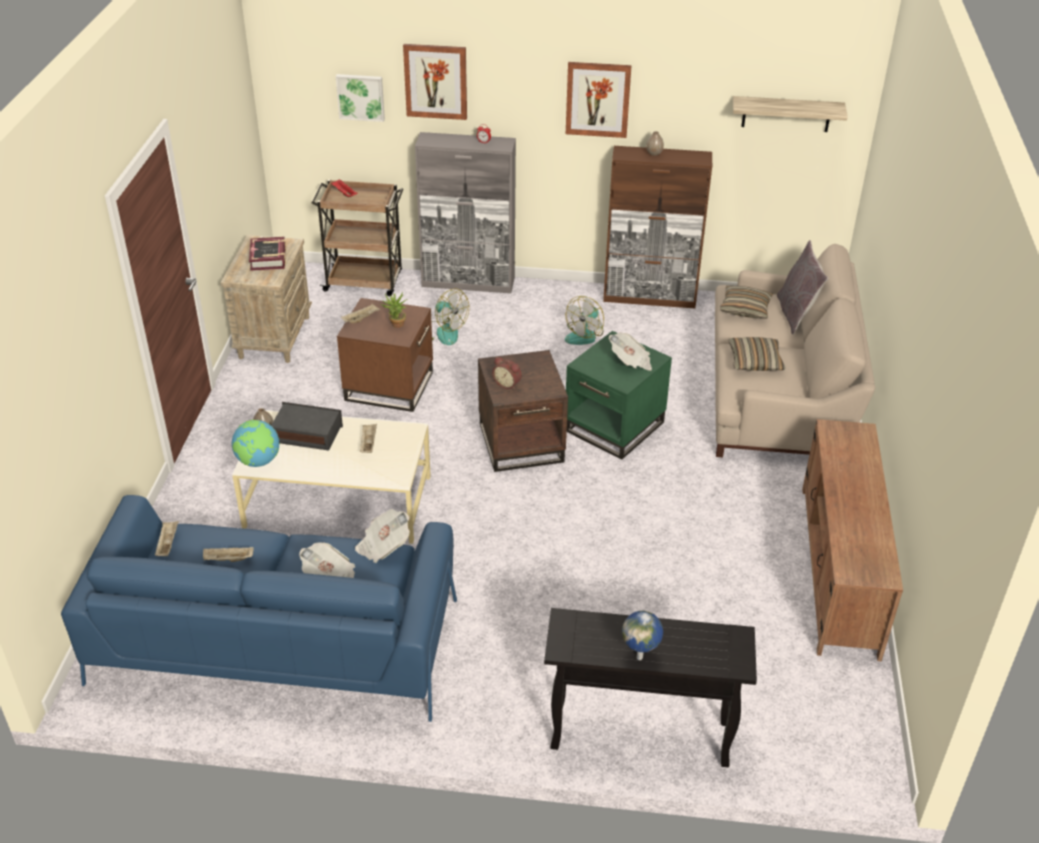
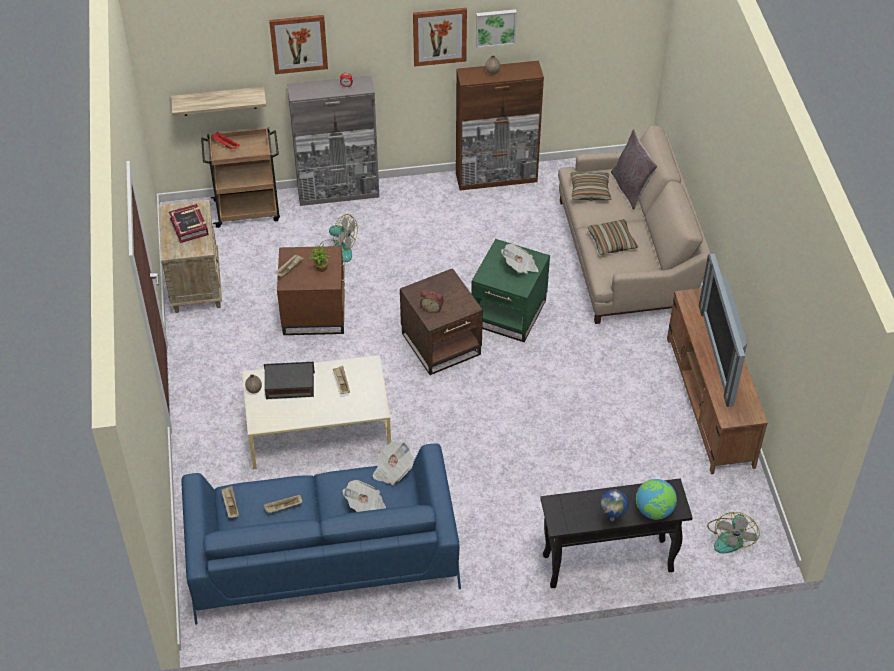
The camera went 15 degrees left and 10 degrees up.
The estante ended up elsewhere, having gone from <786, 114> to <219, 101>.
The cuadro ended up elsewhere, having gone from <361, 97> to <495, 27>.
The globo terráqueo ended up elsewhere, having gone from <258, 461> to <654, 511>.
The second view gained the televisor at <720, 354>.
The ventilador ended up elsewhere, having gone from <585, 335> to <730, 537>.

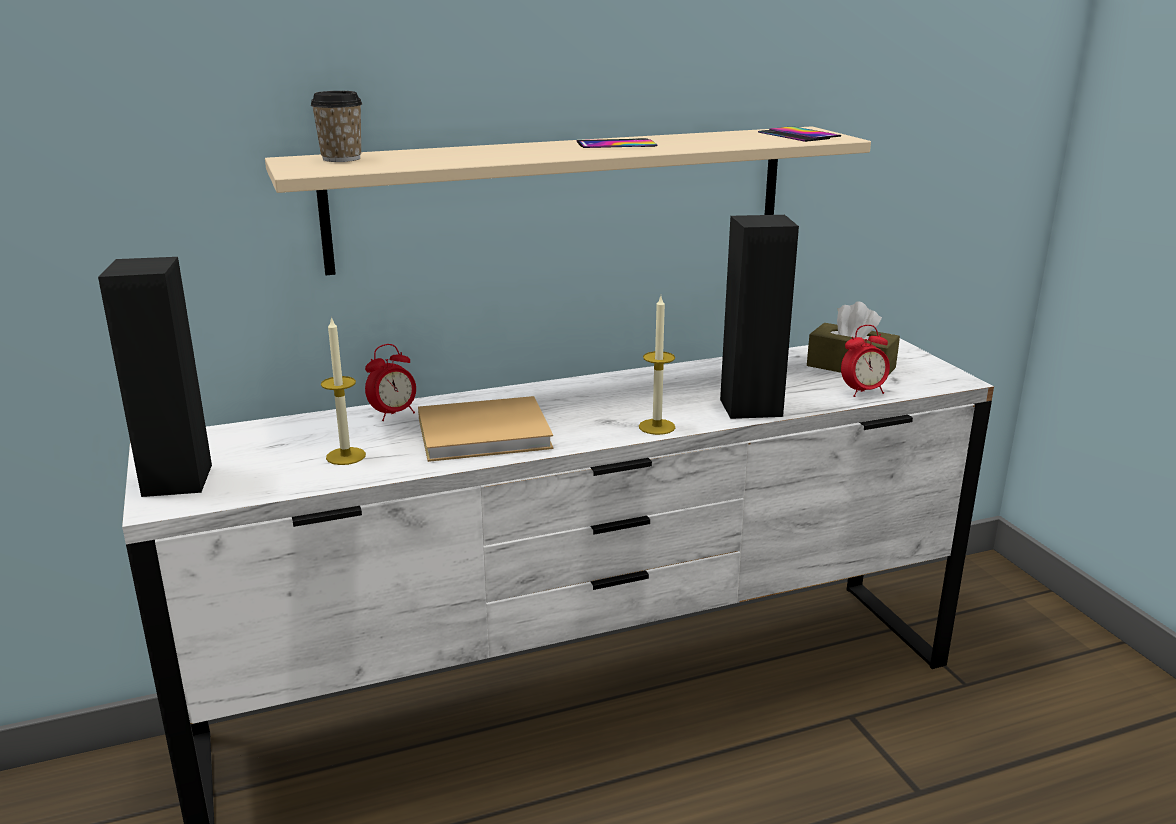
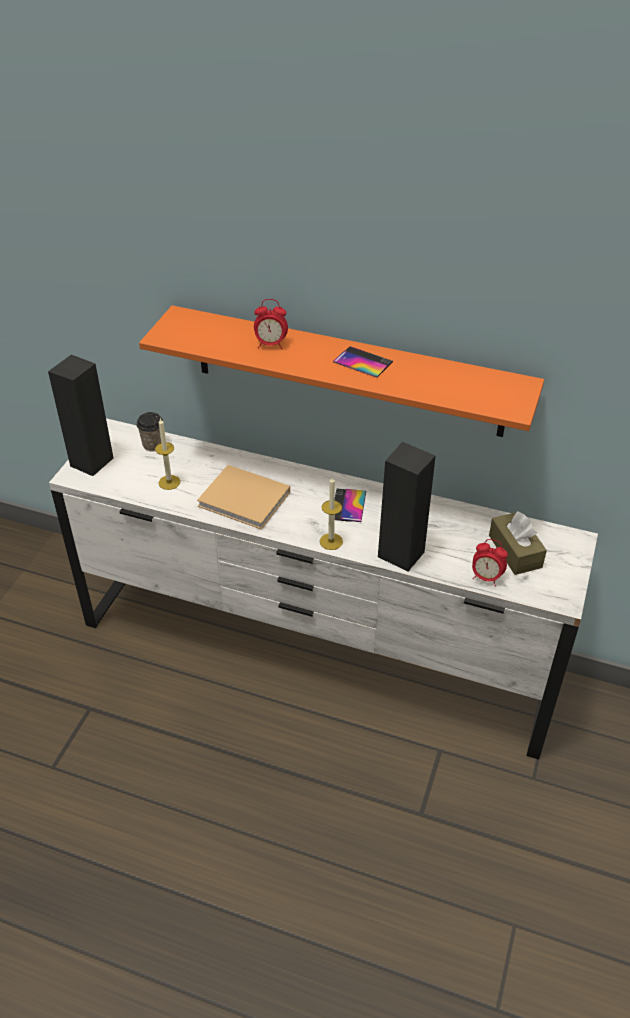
The camera went 40 degrees right and 20 degrees up.
The taza ended up elsewhere, having gone from <341, 158> to <153, 445>.
What was the estante/beis at <563, 197> turned into the estante/naranja at <347, 371>.
The despertador ended up elsewhere, having gone from <394, 414> to <271, 345>.
The móvil ended up elsewhere, having gone from <798, 135> to <348, 505>.

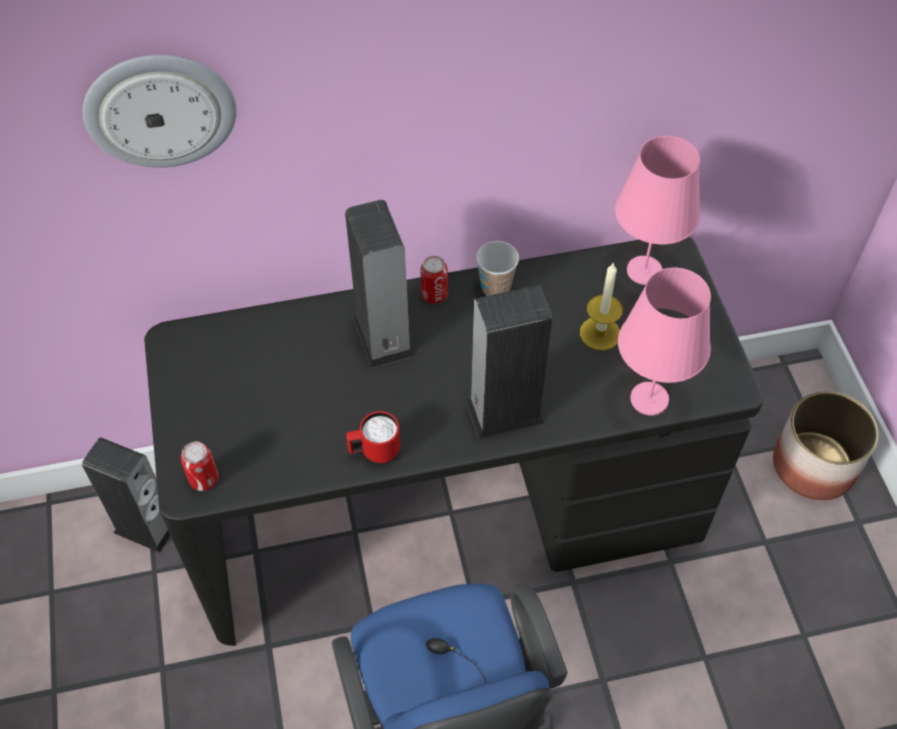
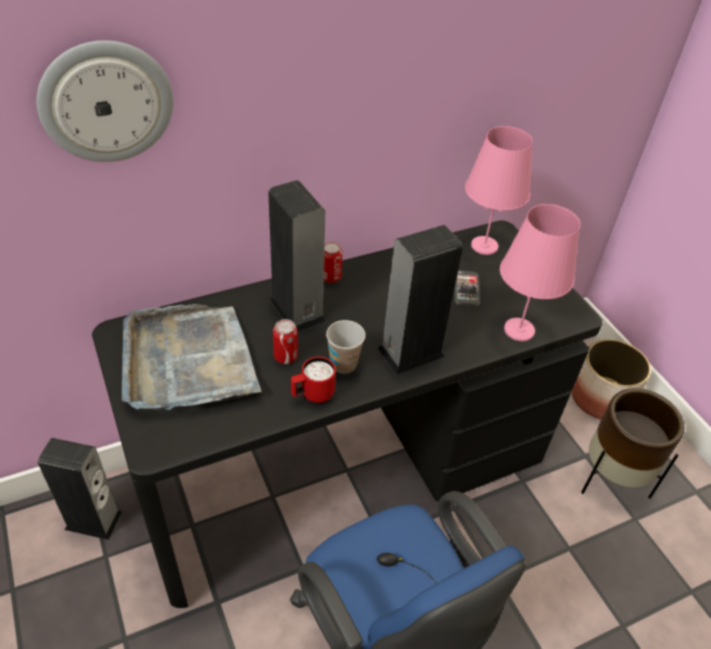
The camera went 15 degrees left and 10 degrees down.
The second view gained the bandeja/gris at <188, 361>.
The lata ended up elsewhere, having gone from <204, 479> to <285, 356>.
The taza ended up elsewhere, having gone from <495, 288> to <344, 364>.
Where the vela stood at <600, 333>, the móvil came to stand at <466, 290>.
The second view gained the maceta/marrón at <611, 478>.

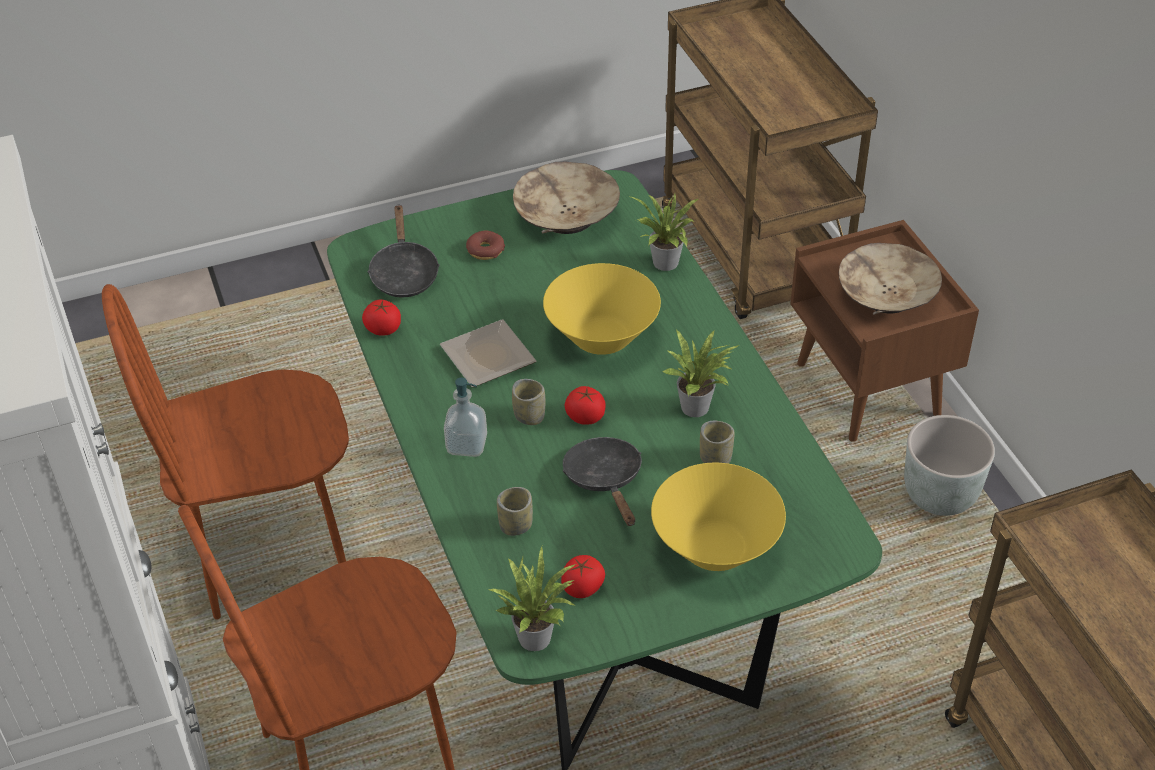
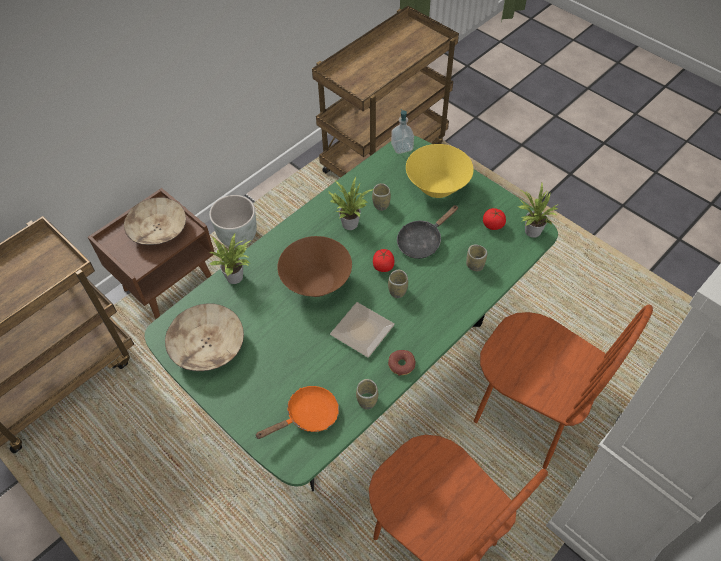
The camera went 115 degrees left and 10 degrees up.
What was the sartén/negro at <404, 273> turned into the sartén/naranja at <308, 416>.
What was the cuenco/amarillo at <602, 337> turned into the cuenco/marrón at <316, 283>.
Where the tomate stood at <383, 329>, the taza came to stand at <367, 400>.
The rosquilla ended up elsewhere, having gone from <485, 250> to <401, 365>.
The dispensador de jabón ended up elsewhere, having gone from <467, 445> to <402, 147>.

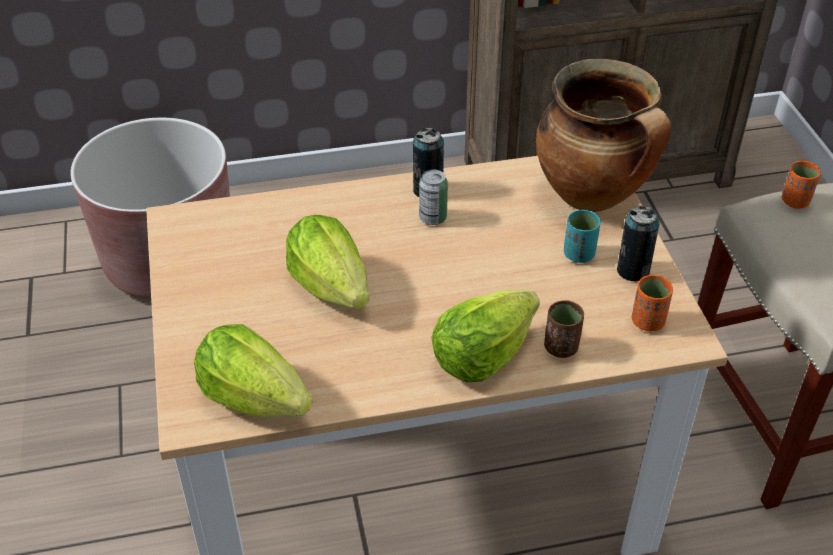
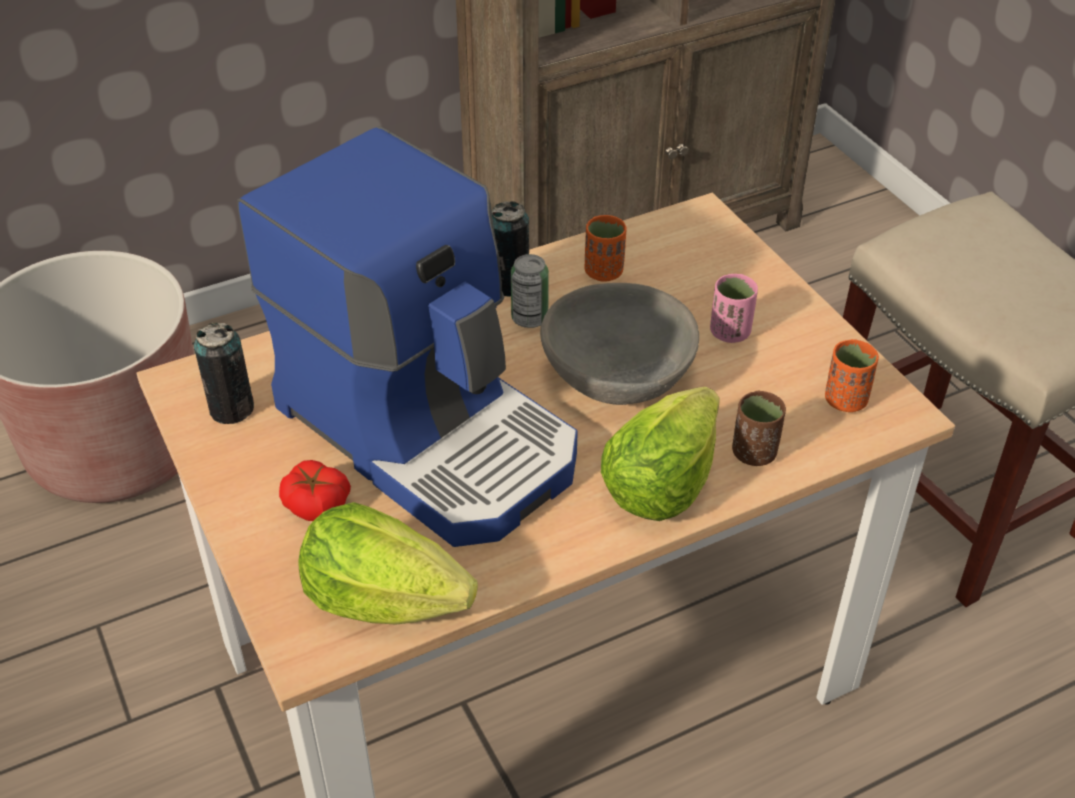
The camera went 15 degrees left and 0 degrees up.
The lata ended up elsewhere, having gone from <633, 270> to <232, 409>.
Where the lechuga stood at <331, 286>, the cafetera came to stand at <431, 431>.
The second view gained the tomate at <316, 505>.
The second view gained the cuenco/gris at <618, 378>.
The taza/naranja ended up elsewhere, having gone from <795, 201> to <604, 272>.
What was the taza/turquesa at <579, 254> turned into the taza/rosa at <730, 333>.
The second view lost the olla at <594, 196>.

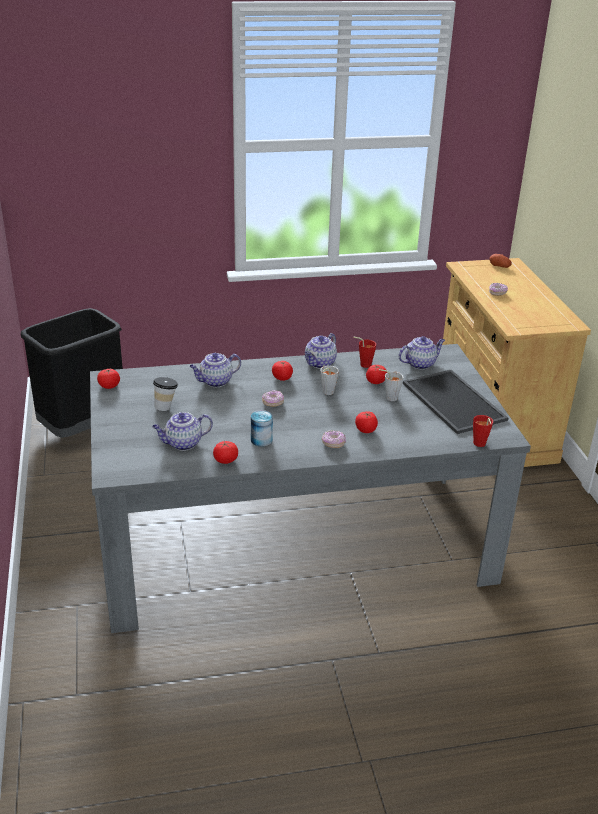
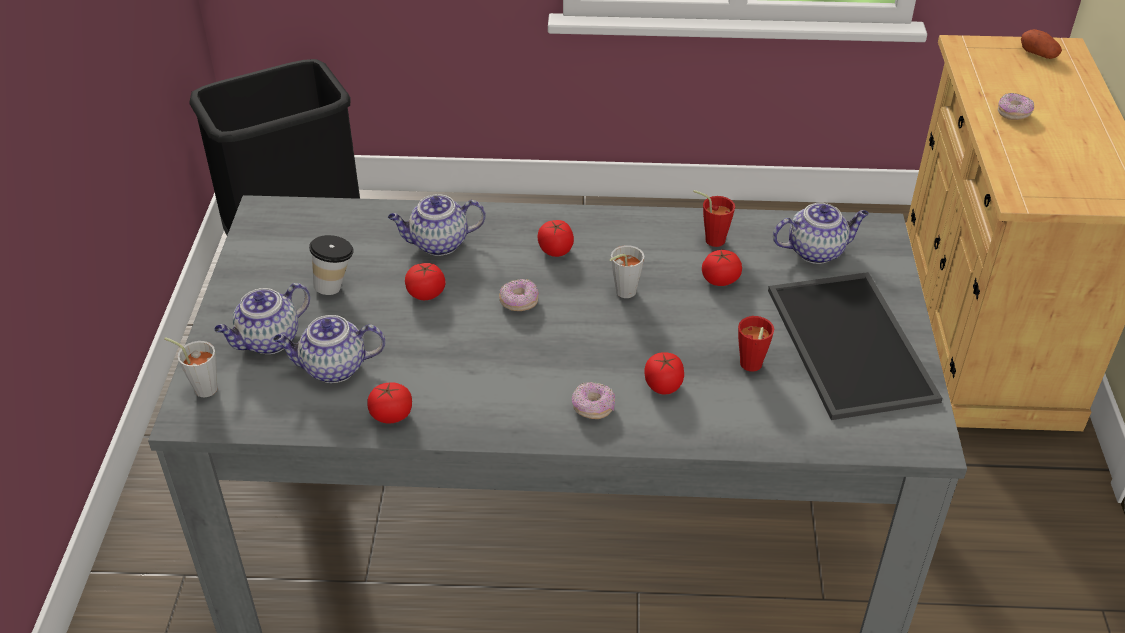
The camera went 15 degrees right and 10 degrees up.
The taza/gris ended up elsewhere, having gone from <389, 397> to <201, 387>.
The tetera ended up elsewhere, having gone from <320, 364> to <268, 341>.
The tomate ended up elsewhere, having gone from <109, 386> to <426, 293>.
The taza/rojo ended up elsewhere, having gone from <480, 445> to <750, 367>.
The second view lost the lata at <261, 440>.

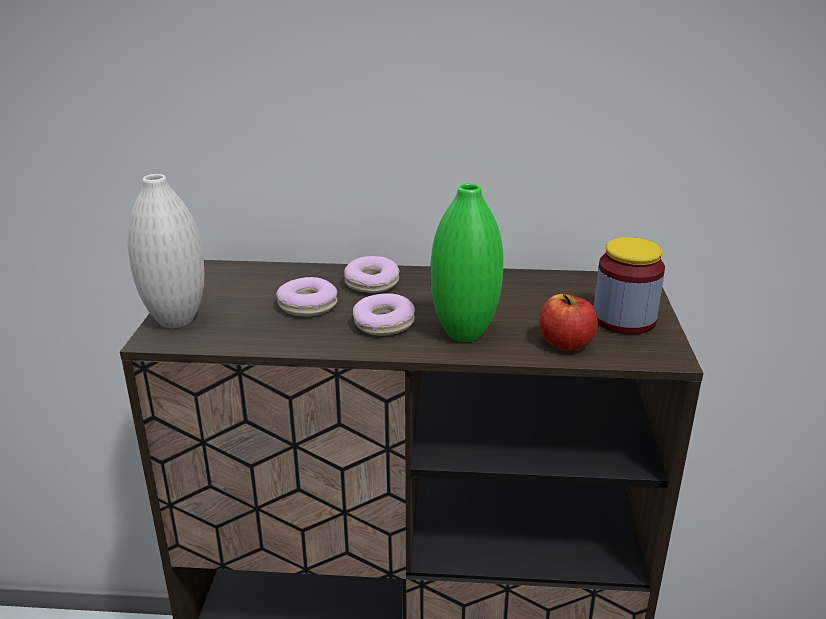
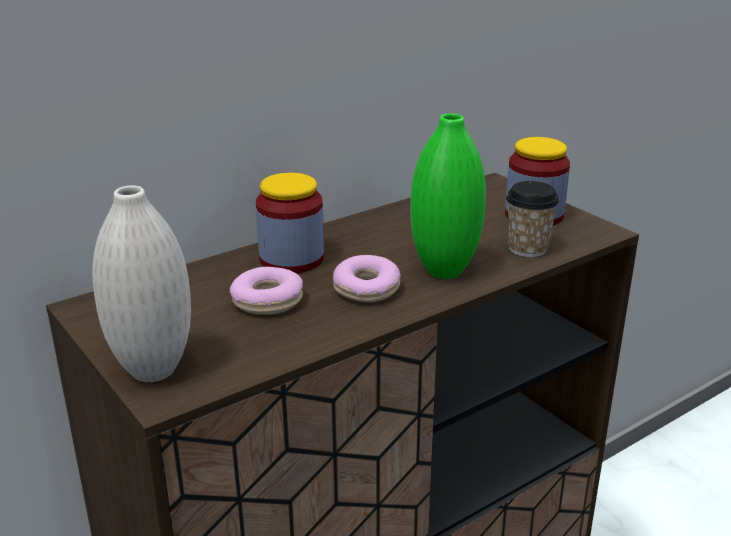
The camera went 40 degrees left and 0 degrees up.
Where the rosquilla stood at <371, 283>, the tarro came to stand at <291, 259>.
Where the manzana stood at <566, 344>, the taza came to stand at <527, 248>.

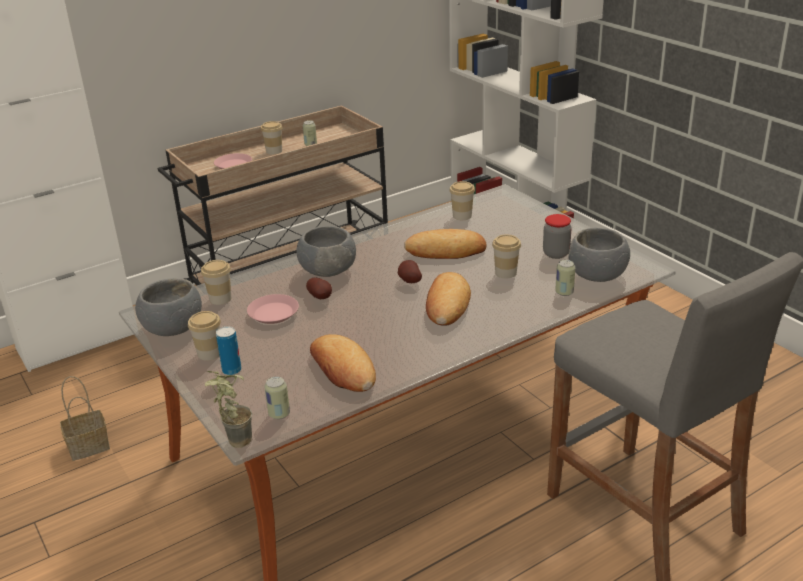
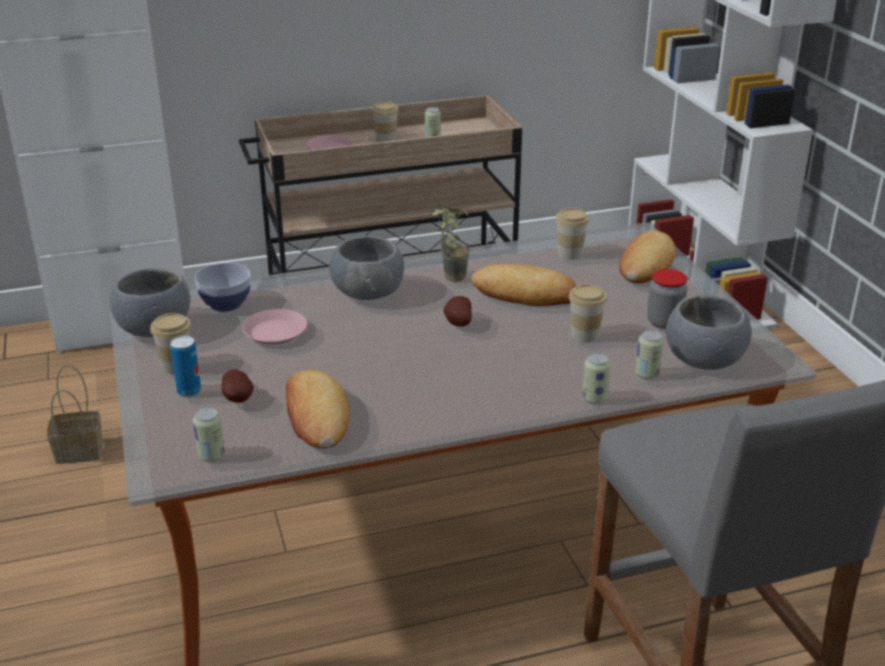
The camera went 15 degrees right and 0 degrees up.
Where the taza stood at <220, 299>, the cuenco came to stand at <225, 304>.
The patata ended up elsewhere, having gone from <321, 297> to <239, 399>.
The planta en maceta ended up elsewhere, having gone from <233, 440> to <448, 276>.
The second view gained the lata at <594, 398>.
The pan ended up elsewhere, having gone from <447, 304> to <645, 264>.

